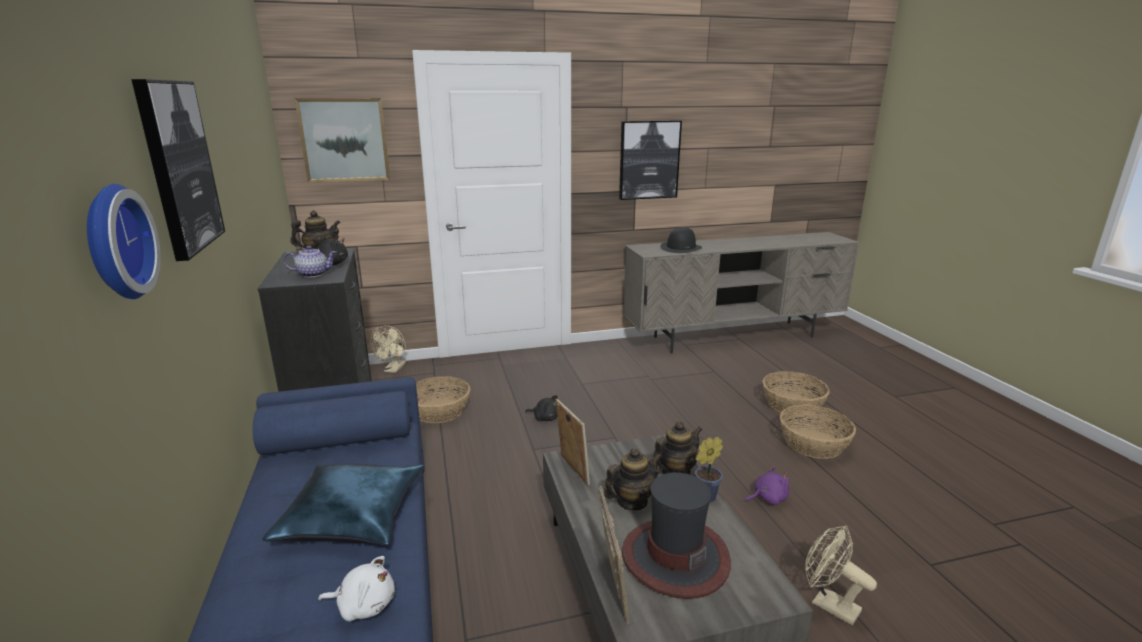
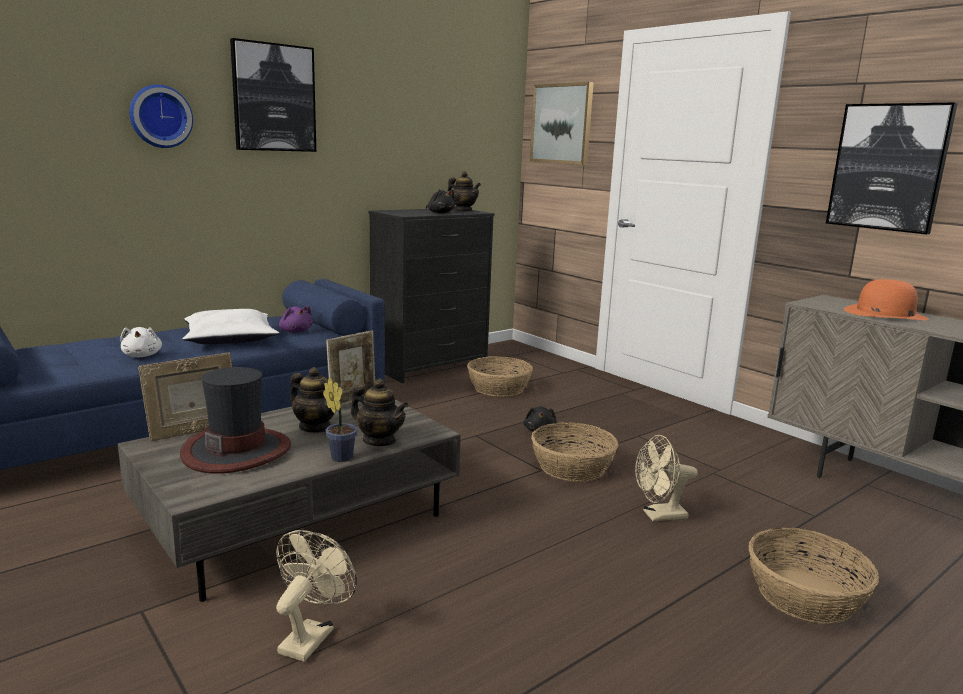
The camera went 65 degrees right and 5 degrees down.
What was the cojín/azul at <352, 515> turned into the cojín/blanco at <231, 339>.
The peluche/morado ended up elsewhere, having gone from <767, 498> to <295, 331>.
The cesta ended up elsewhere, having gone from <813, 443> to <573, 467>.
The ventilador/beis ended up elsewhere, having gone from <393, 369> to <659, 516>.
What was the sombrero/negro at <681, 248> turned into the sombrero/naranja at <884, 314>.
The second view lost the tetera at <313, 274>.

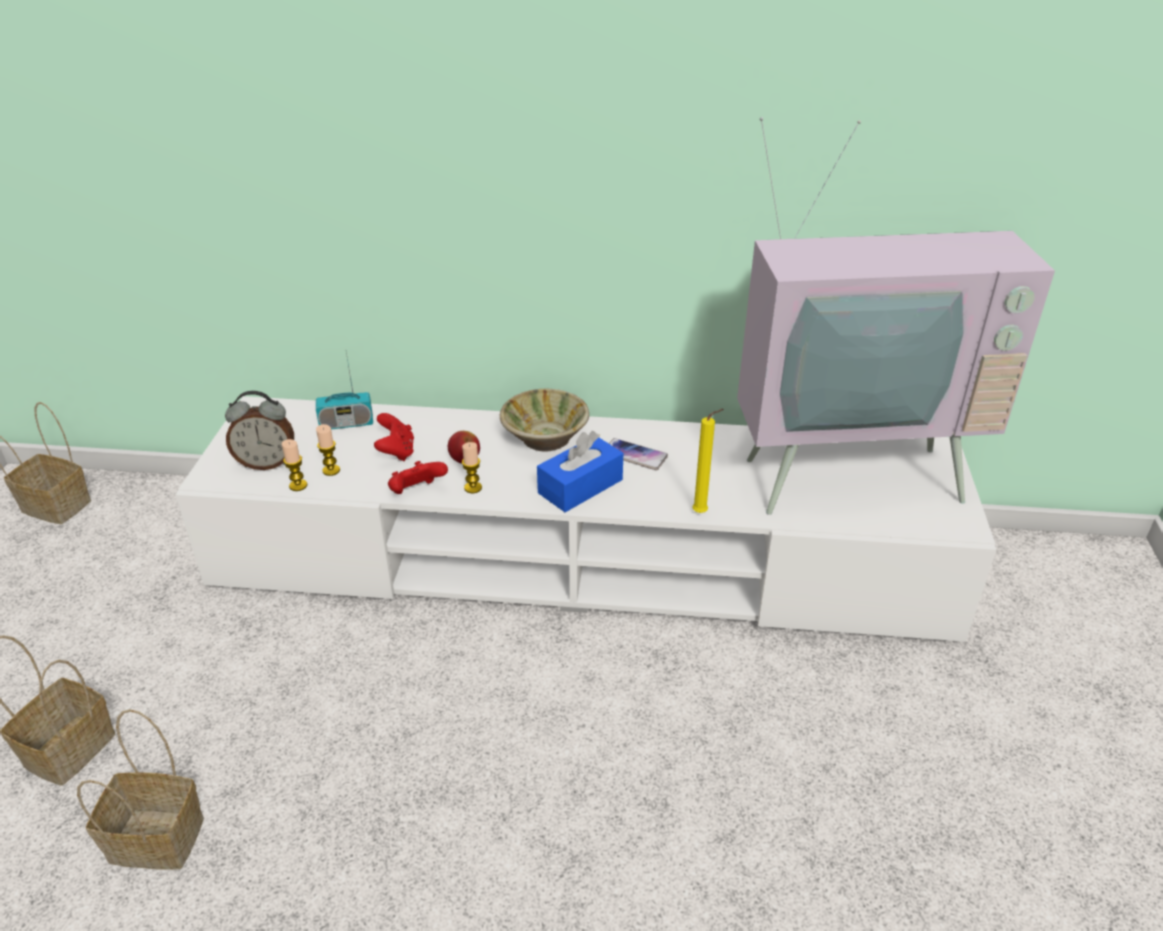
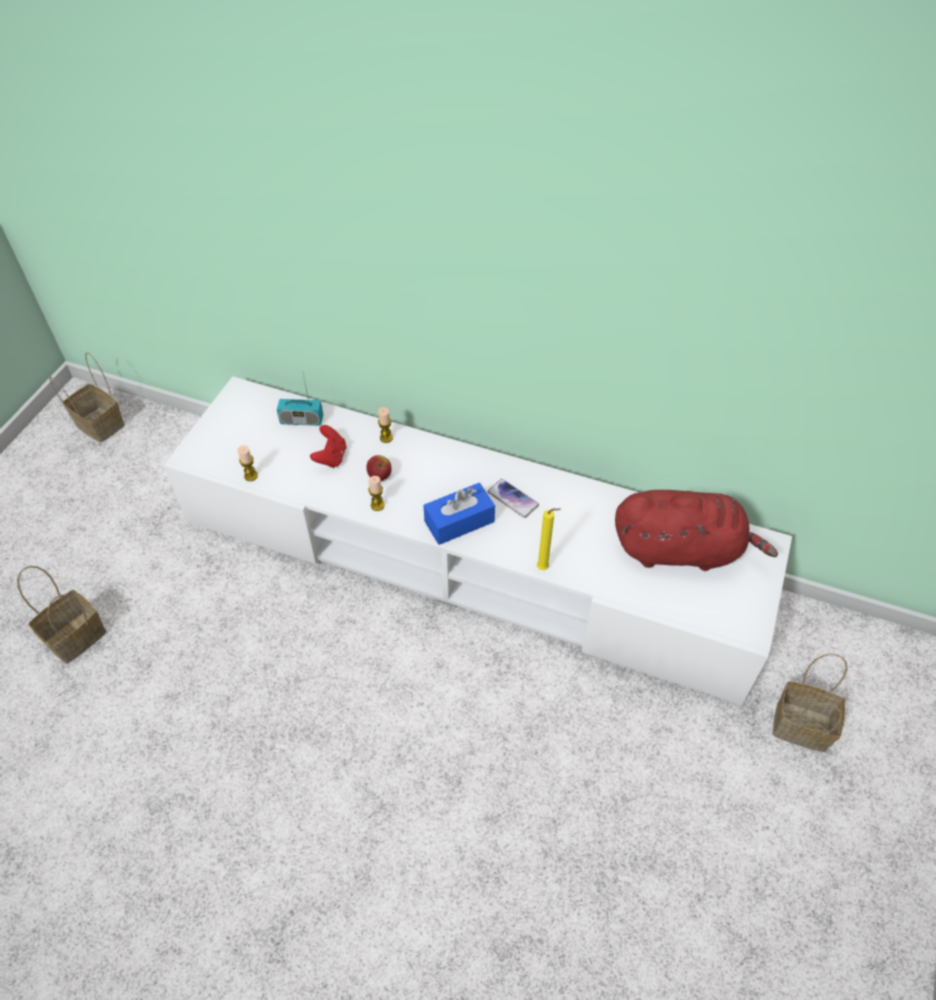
The camera went 15 degrees right and 15 degrees up.
The vela ended up elsewhere, having gone from <331, 470> to <386, 438>.
Where the televisor stood at <848, 469>, the peluche/rojo came to stand at <681, 549>.
The cesta ended up elsewhere, having gone from <153, 841> to <799, 726>.
The second view lost the despertador at <267, 463>.
The second view lost the mando de consola/rojo at <417, 492>.
The second view lost the cuenco/beis at <544, 437>.

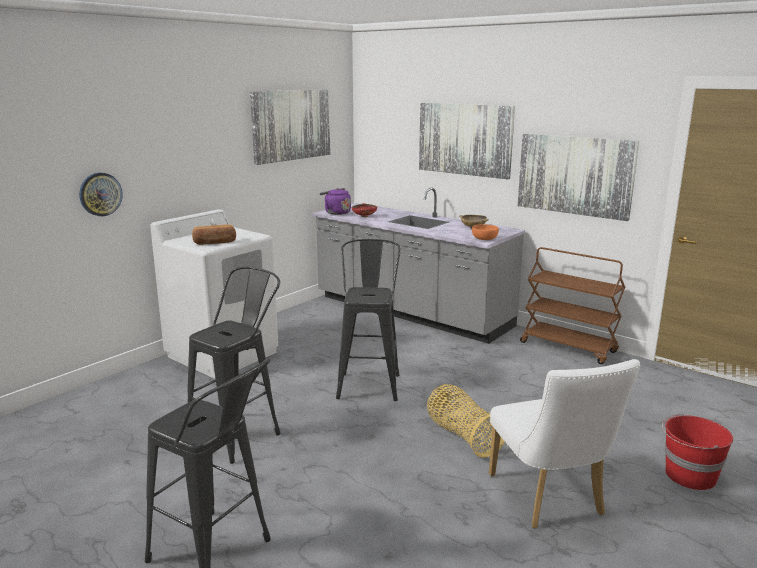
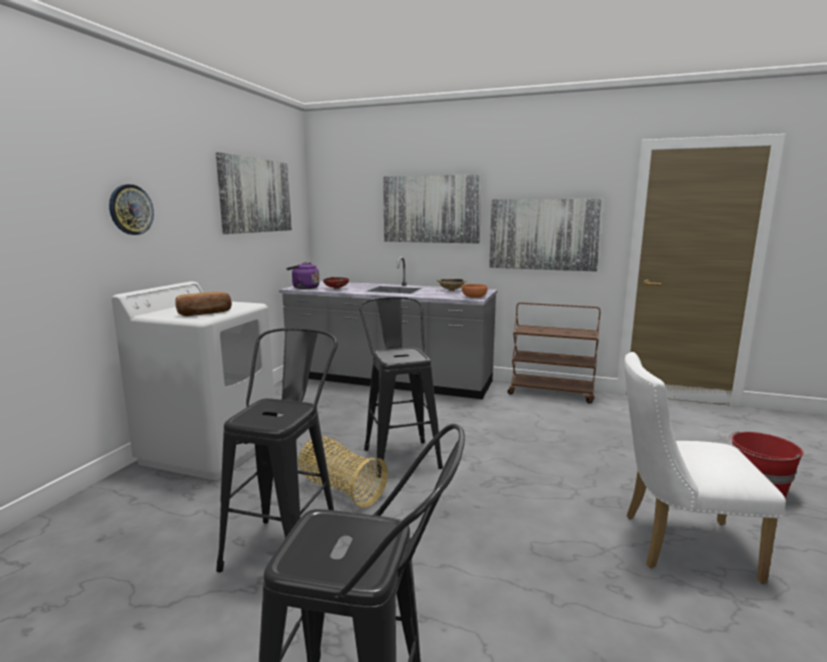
The camera went 20 degrees left and 5 degrees down.
The reloj de pared ended up elsewhere, having gone from <100, 194> to <131, 209>.
The cesta ended up elsewhere, having gone from <463, 436> to <340, 489>.
The silla/blanco at <550, 499> ended up facing another way, 135 degrees clockwise from before.

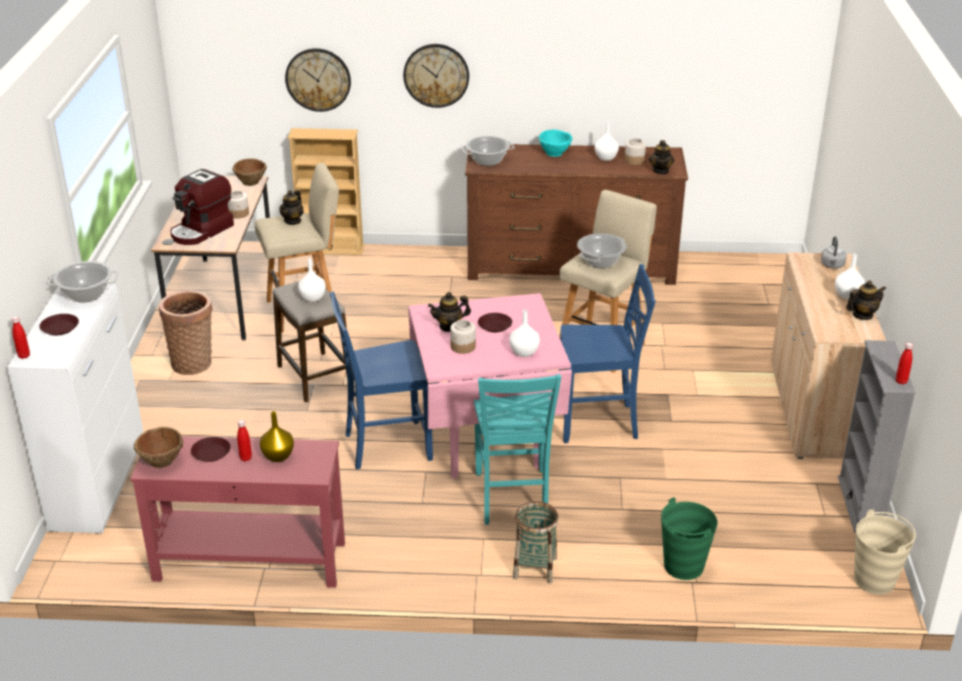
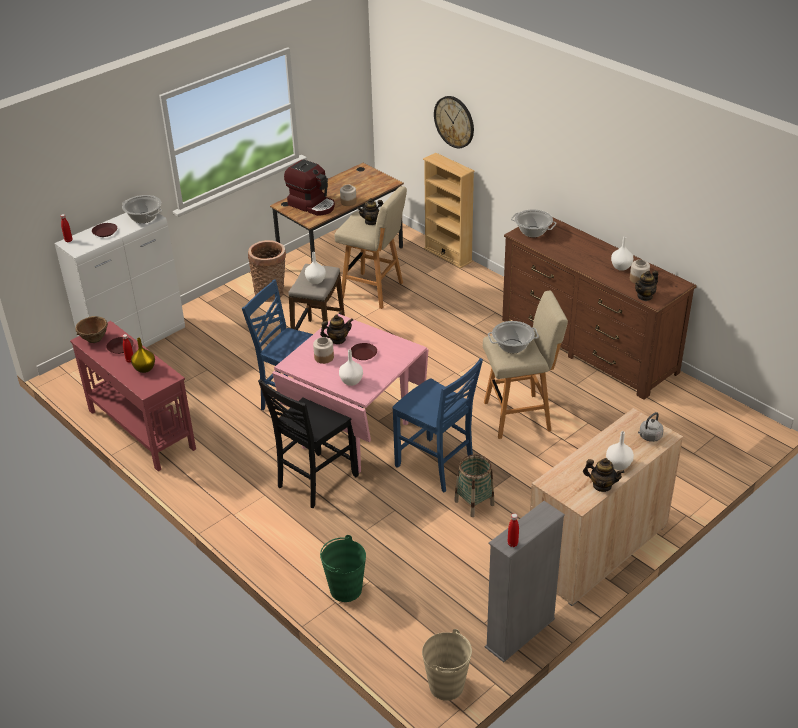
The camera went 45 degrees right and 5 degrees up.
What was the silla/turquesa at <512, 498> turned into the silla/negro at <315, 481>.
The cafetera at <202, 231> ended up facing another way, 135 degrees counterclockwise from before.
The tetera at <449, 326> ended up facing another way, 135 degrees clockwise from before.
The cesta ended up elsewhere, having gone from <535, 567> to <474, 503>.
The second view lost the cuenco/marrón at <251, 182>.
The second view lost the reloj de pared at <436, 75>.
The second view lost the cuenco/turquesa at <555, 153>.

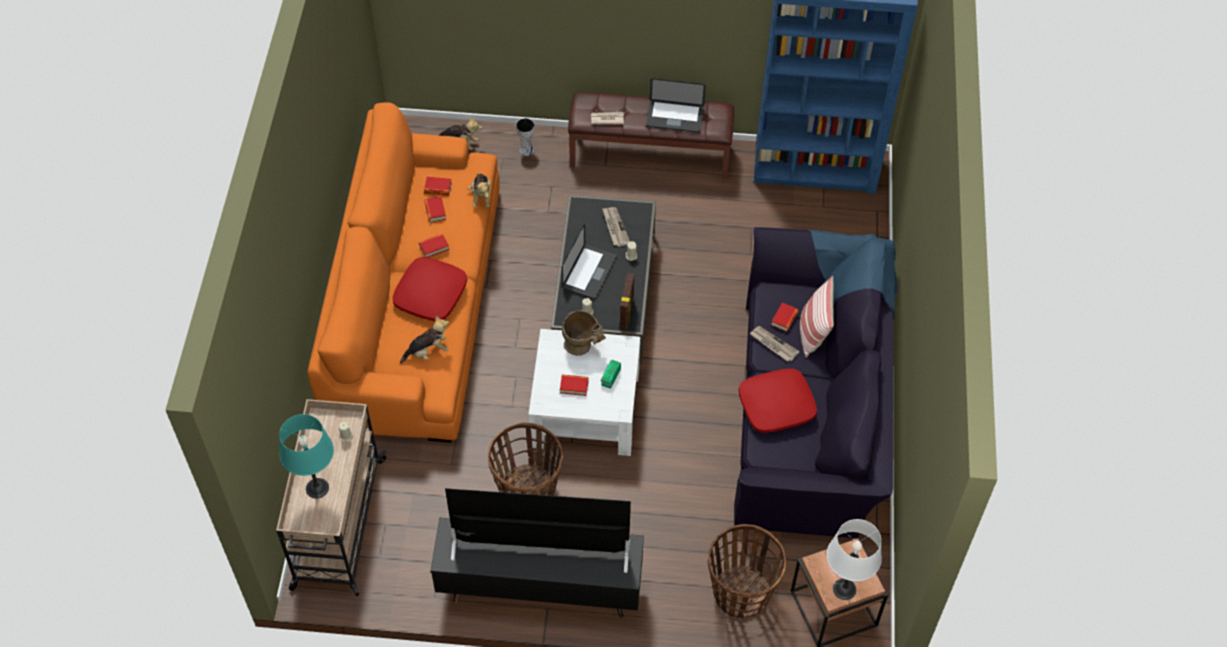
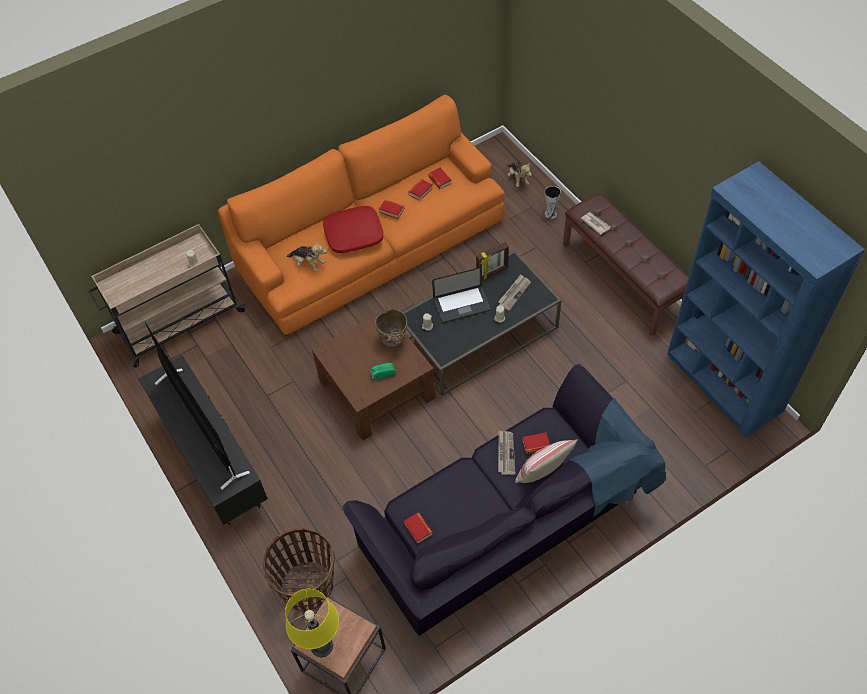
The camera went 55 degrees right and 0 degrees up.
What was the lámpara de mesa/blanco at <844, 589> turned into the lámpara de mesa/amarillo at <322, 646>.
What was the mesa de centro/blanco at <585, 409> turned into the mesa de centro/marrón at <376, 389>.
The libro ended up elsewhere, having gone from <574, 386> to <418, 529>.
The portarretratos ended up elsewhere, having gone from <627, 313> to <492, 273>.
The second view lost the lámpara de mesa/turquesa at <317, 488>.
The second view lost the peluche at <481, 196>.
The second view lost the cesta at <528, 491>.
The second view lost the portátil at <674, 117>.
The second view lost the cojín/rojo at <776, 406>.

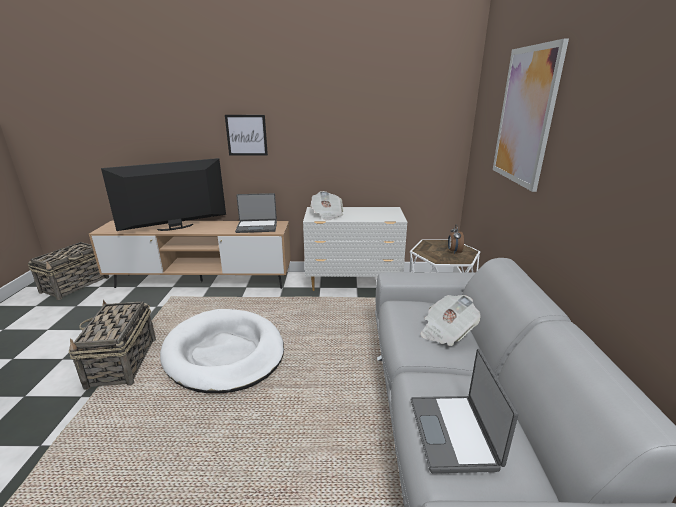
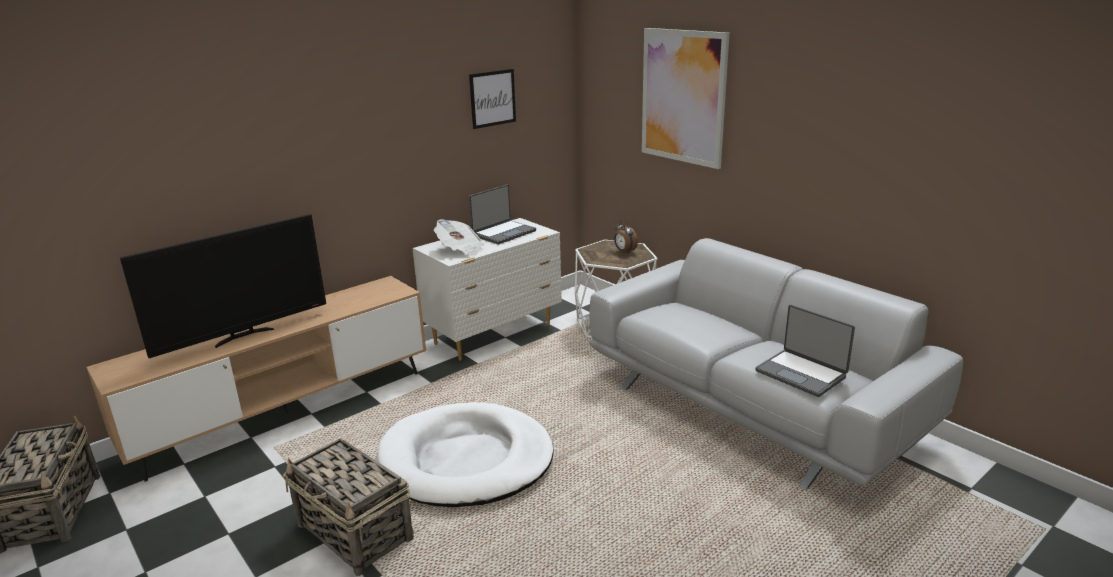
The camera went 40 degrees left and 0 degrees up.
The televisor at <175, 228> ended up facing another way, 150 degrees counterclockwise from before.
The cuadro ended up elsewhere, having gone from <246, 135> to <492, 98>.
The portátil ended up elsewhere, having gone from <257, 227> to <503, 233>.
The second view lost the periódico at <446, 332>.

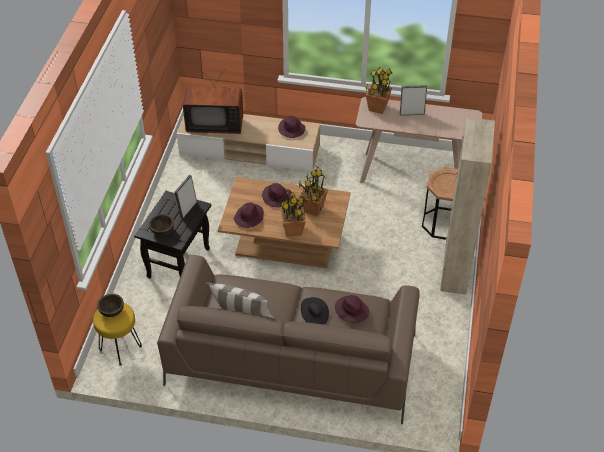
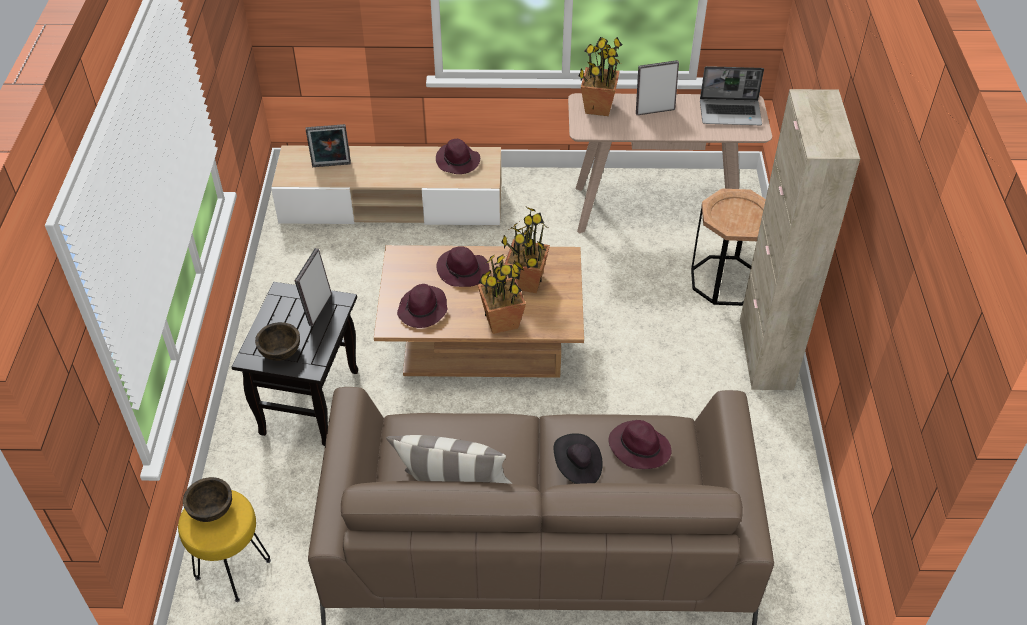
The camera went 10 degrees left and 0 degrees up.
Where the televisor stood at <214, 123>, the portarretratos came to stand at <331, 166>.
The second view gained the portátil at <731, 113>.

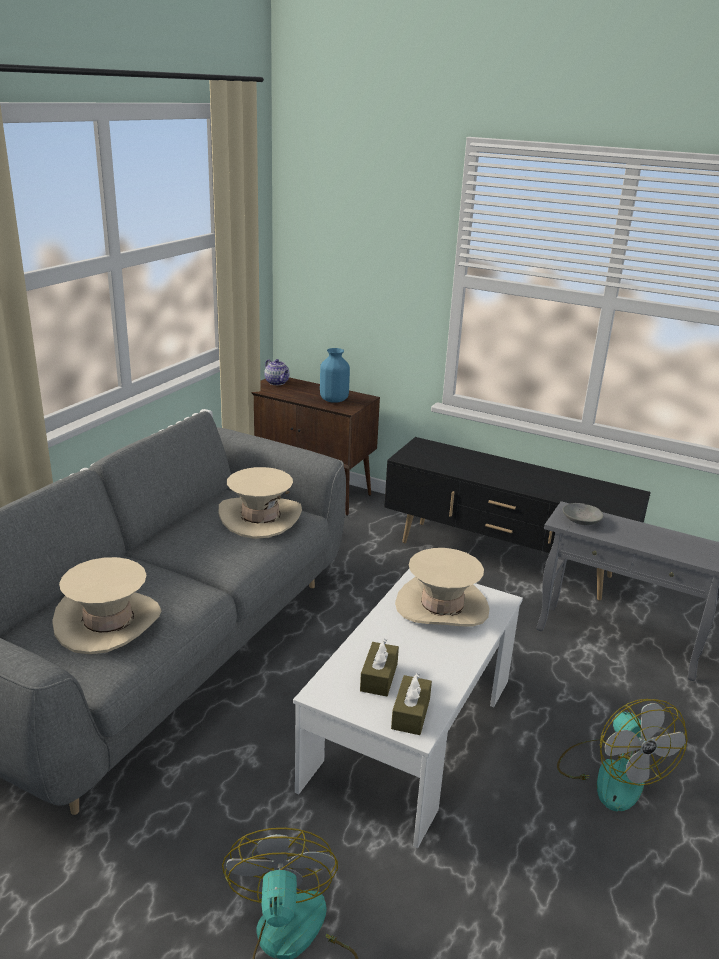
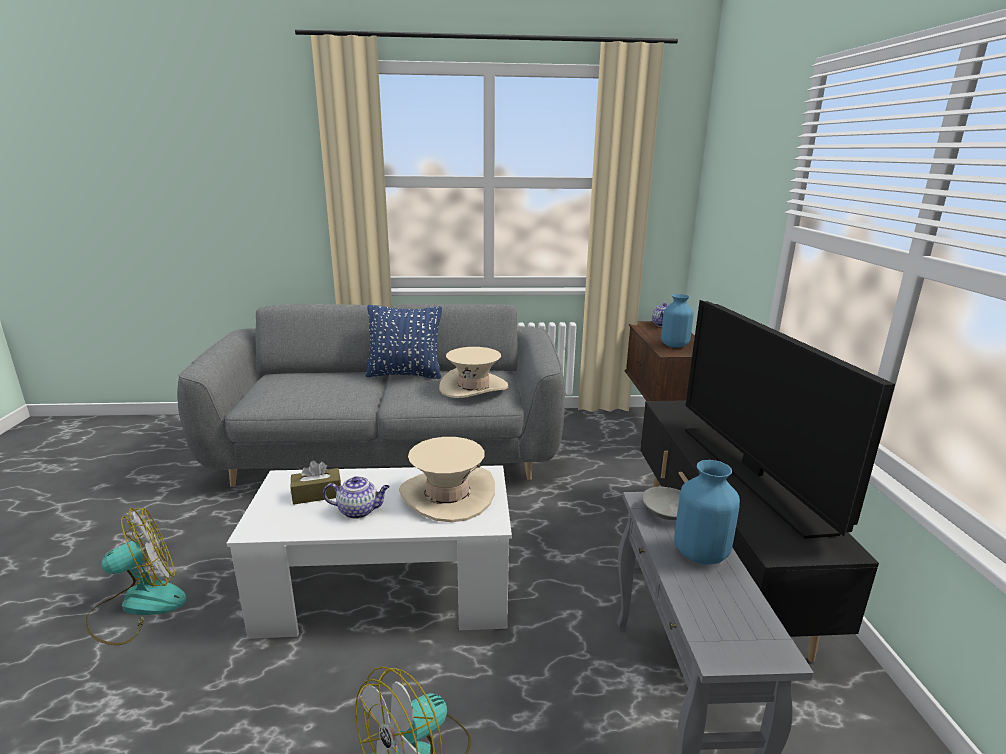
The camera went 60 degrees right and 5 degrees down.
The second view gained the tetera at <359, 511>.
The second view gained the cojín/azul at <405, 374>.
The second view gained the florero/azul at <701, 553>.
The second view gained the televisor at <752, 476>.
The second view lost the sombrero/beis at <108, 622>.
The second view lost the caja de pañuelos/marrón at <411, 713>.

